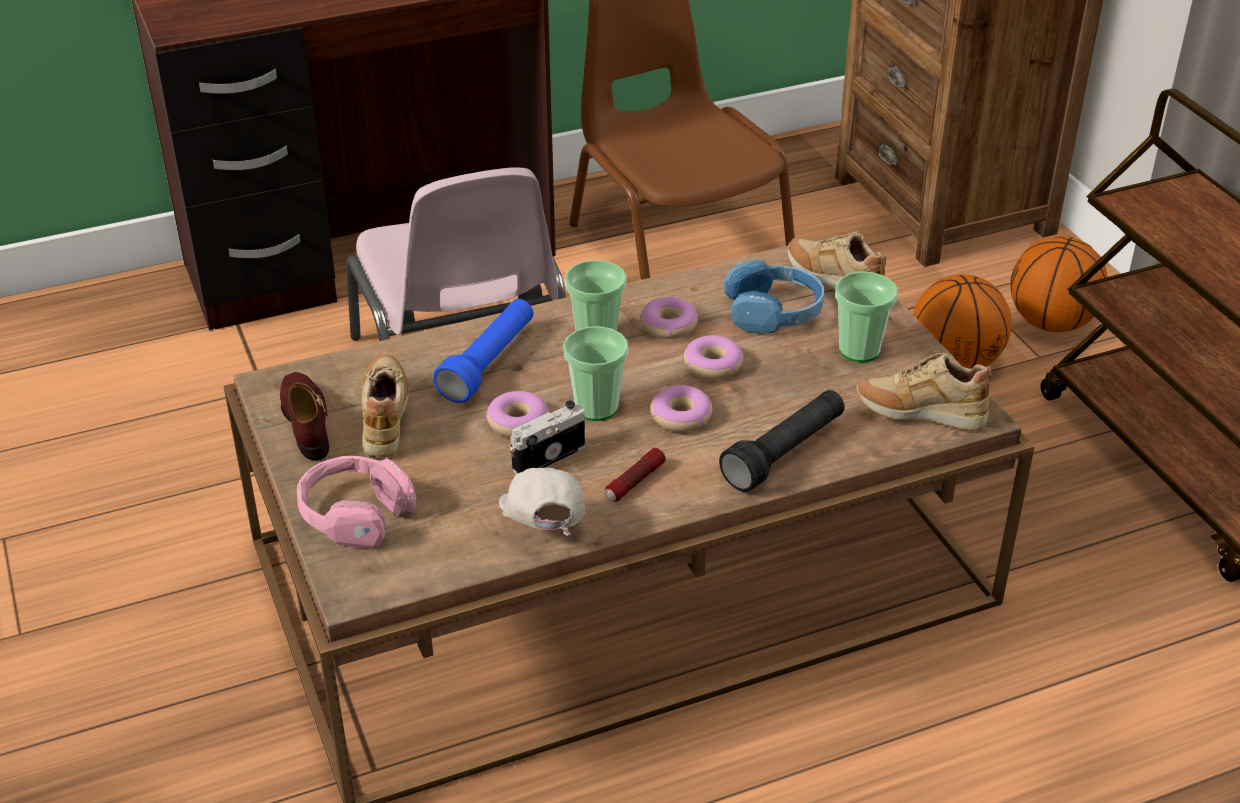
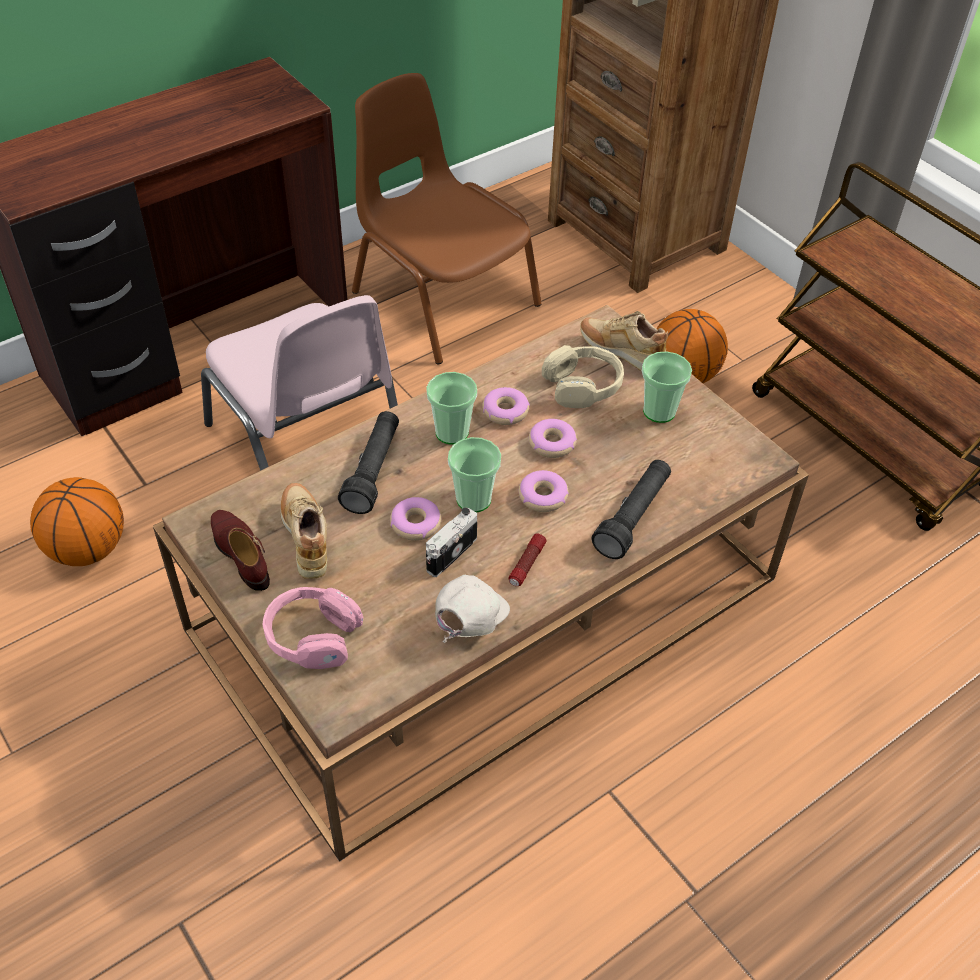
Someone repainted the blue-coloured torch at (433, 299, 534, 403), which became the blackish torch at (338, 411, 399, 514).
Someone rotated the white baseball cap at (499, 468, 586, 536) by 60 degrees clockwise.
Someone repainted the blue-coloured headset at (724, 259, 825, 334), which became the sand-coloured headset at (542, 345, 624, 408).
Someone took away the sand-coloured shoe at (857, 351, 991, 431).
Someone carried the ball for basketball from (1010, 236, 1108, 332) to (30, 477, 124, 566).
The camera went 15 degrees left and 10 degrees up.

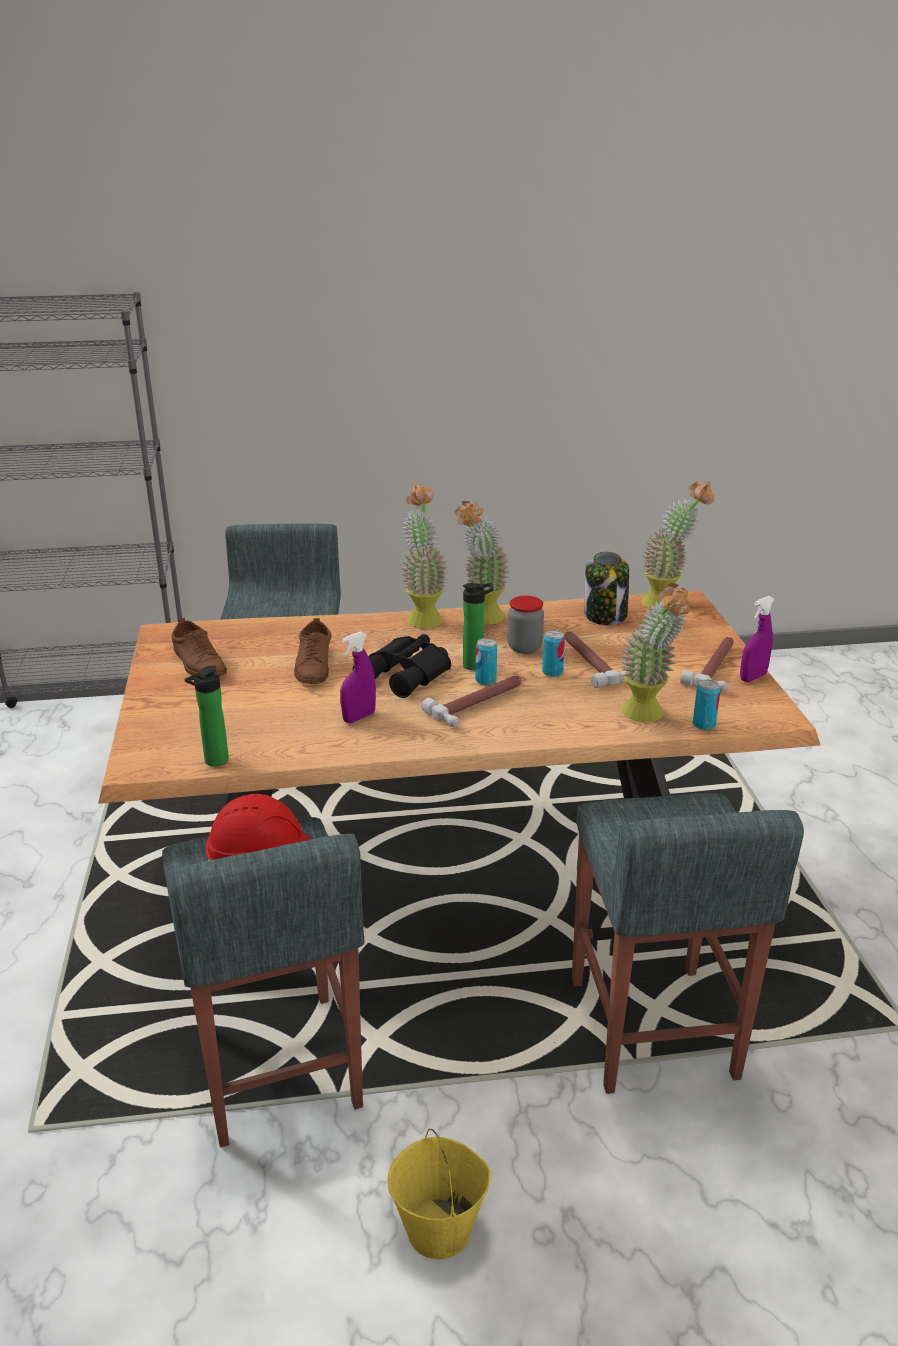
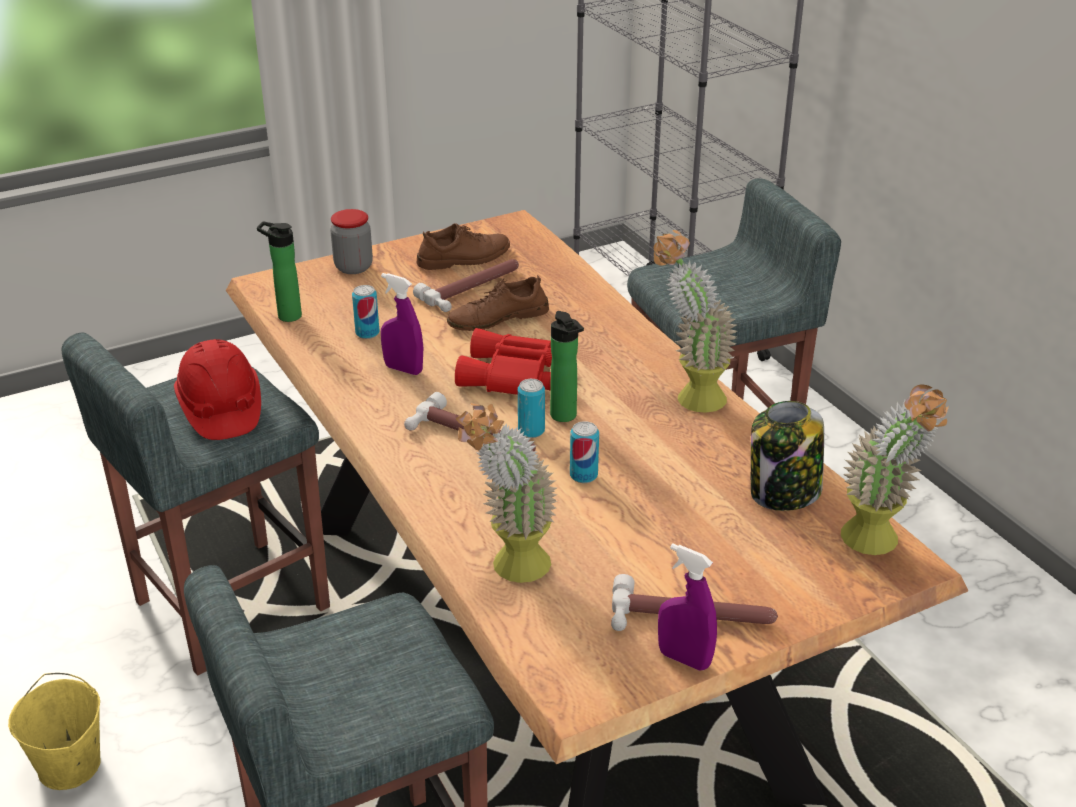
Someone rotated the brownish shoe at (172, 618, 227, 677) by 150 degrees counterclockwise.
Someone repainted the blackish pair of binoculars at (353, 634, 451, 698), which became the red-coloured pair of binoculars at (455, 328, 552, 395).
Someone took away the potted plant at (401, 484, 448, 628).
Someone carried the preserve jar from (507, 596, 544, 654) to (330, 209, 373, 274).
Someone carried the tool hammer from (564, 631, 626, 688) to (413, 259, 519, 312).
Someone carried the sealed can from (693, 680, 721, 730) to (352, 285, 380, 339).
The camera went 70 degrees right and 5 degrees up.

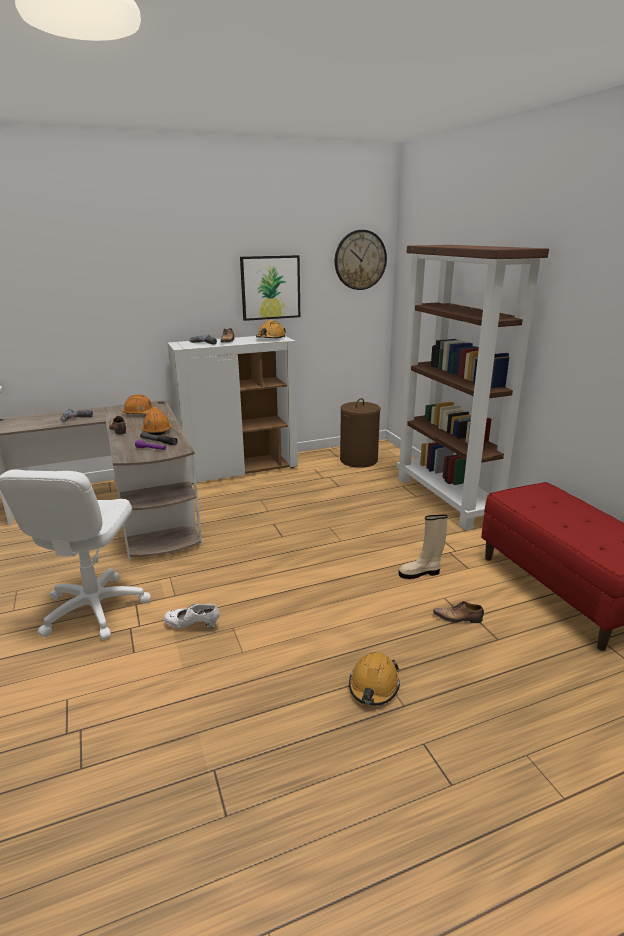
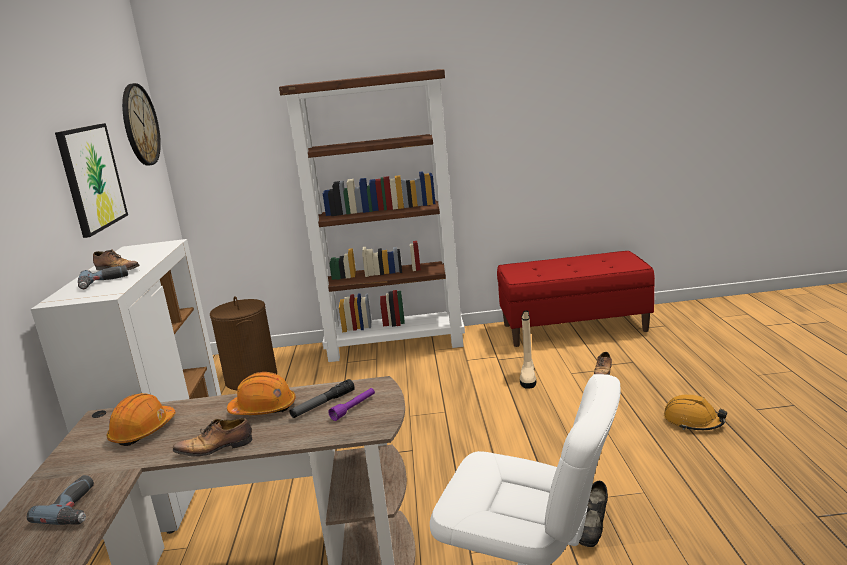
Someone repainted the white shoe at (164, 604, 220, 628), which became the blackish shoe at (579, 481, 608, 547).
Someone took away the orange-coloured safety helmet at (256, 320, 286, 338).
The camera went 70 degrees left and 5 degrees down.

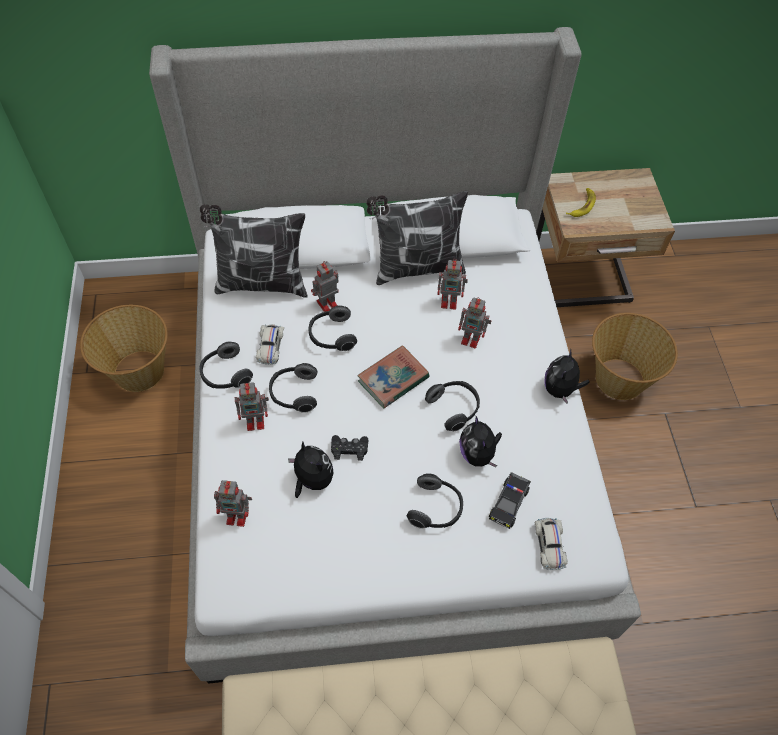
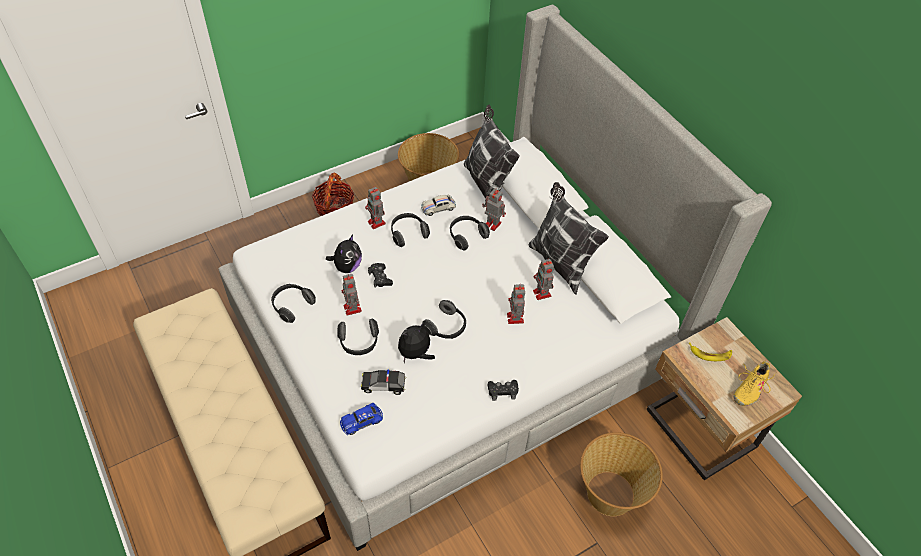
Someone carried the headset from (200, 342, 253, 389) to (271, 284, 316, 323).
Someone carried the model robot from (214, 480, 252, 527) to (342, 274, 362, 316).
Someone took away the book at (357, 345, 429, 408).
Someone repainted the white miniature car at (535, 518, 568, 570), which became the blue-coloured miniature car at (340, 403, 383, 435).
Someone swapped the plush toy at (544, 349, 590, 404) for the blackish game controller at (488, 380, 519, 401).
Someone put down the storage basket at (312, 173, 354, 216).
Someone put down the yellowish shoe at (734, 361, 776, 406).
The camera went 65 degrees right and 5 degrees down.

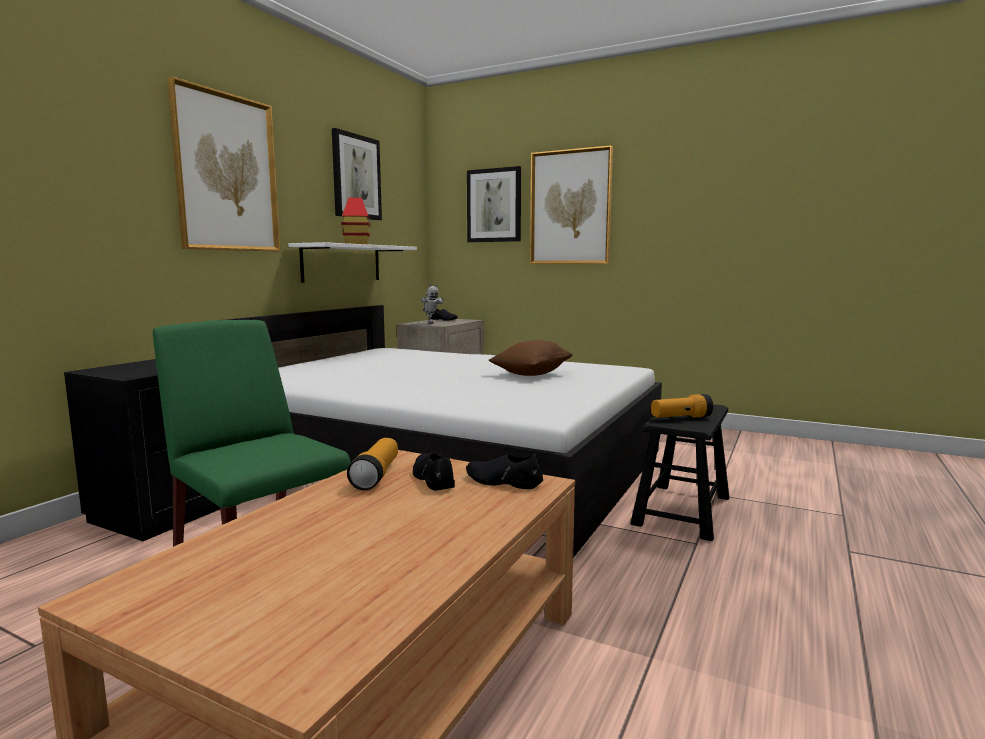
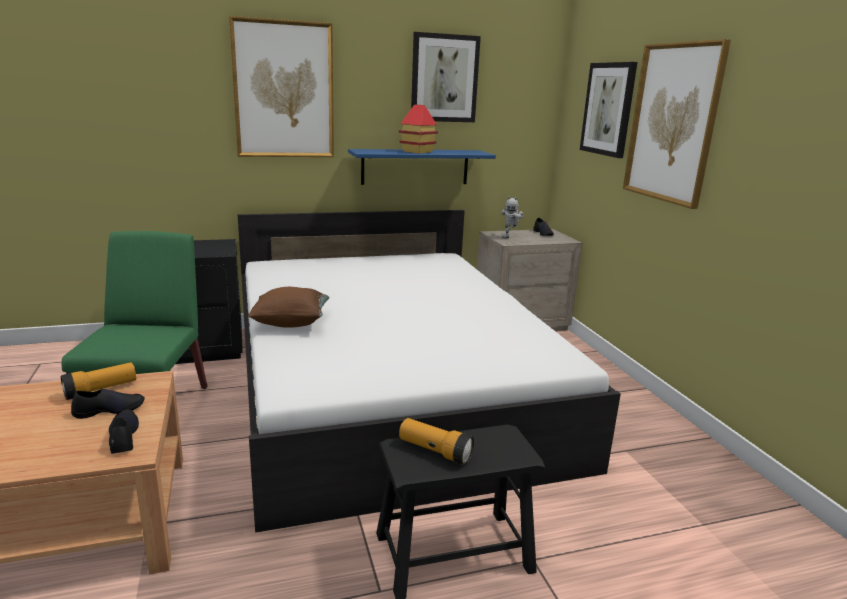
Someone repainted the white shelf at (288, 242, 417, 283), which became the blue-coloured shelf at (348, 149, 496, 185).
Someone rotated the blackish shoe at (413, 452, 455, 491) by 45 degrees clockwise.
Someone carried the brownish throw pillow from (489, 340, 573, 376) to (248, 287, 329, 328).
The camera went 45 degrees right and 10 degrees up.

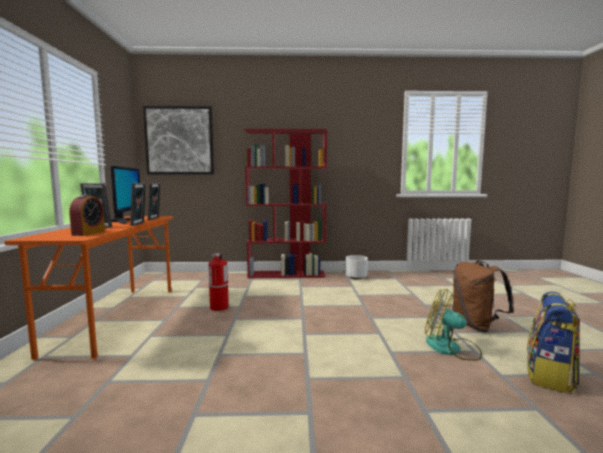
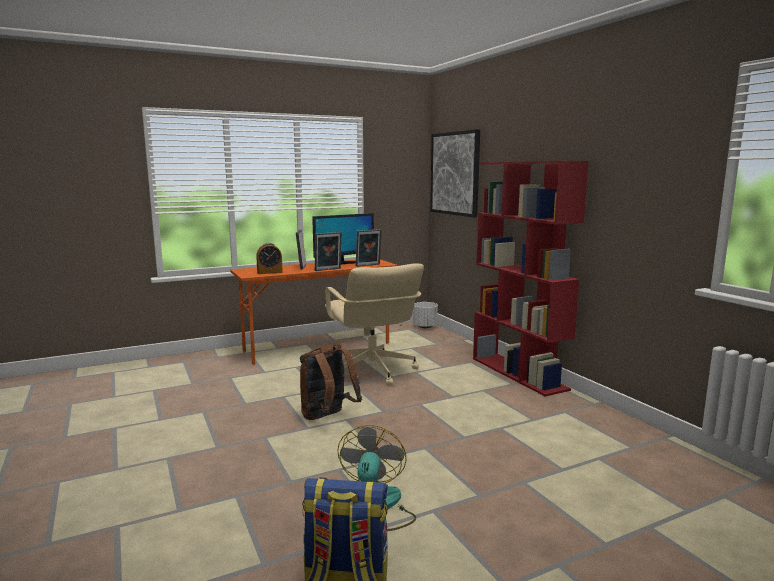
Someone swapped the fire extinguisher at (208, 253, 229, 311) for the sand-coloured office chair at (325, 263, 424, 385).
Someone carried the white plant pot from (345, 255, 368, 279) to (413, 302, 438, 328).
Someone carried the brownish knapsack from (452, 261, 514, 332) to (300, 344, 362, 420).
The camera went 65 degrees right and 5 degrees up.

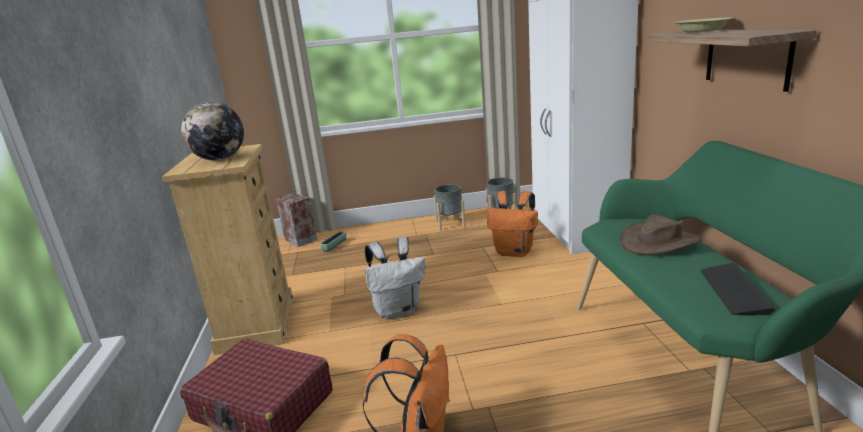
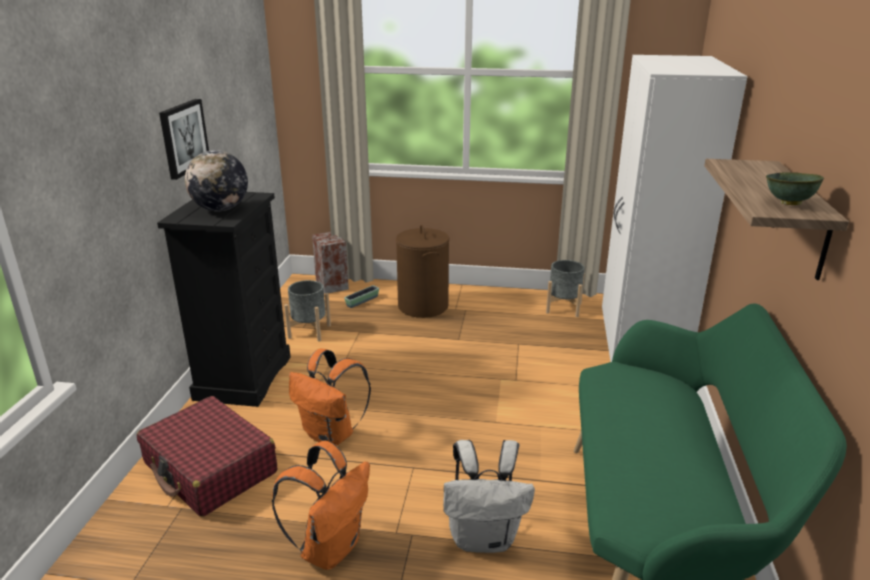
Someone repainted the sand-coloured drawer chest at (162, 144, 293, 355), which became the blackish drawer chest at (157, 192, 291, 407).
Someone carried the white knapsack from (365, 237, 425, 320) to (443, 440, 535, 553).
Someone carried the grey plant pot from (434, 184, 466, 231) to (284, 280, 331, 342).
Someone carried the orange-coloured knapsack from (487, 191, 538, 257) to (289, 349, 371, 446).
Someone took away the brownish clothing hat at (620, 215, 700, 255).
Someone took away the yellowish deep dish at (673, 17, 734, 32).
Someone took away the PC keyboard at (701, 263, 776, 315).
Someone put up the wall art at (159, 99, 209, 180).
Someone put down the brownish hamper at (396, 225, 449, 318).
Someone put down the greenish deep dish at (766, 172, 824, 205).
The camera went 15 degrees right and 5 degrees up.

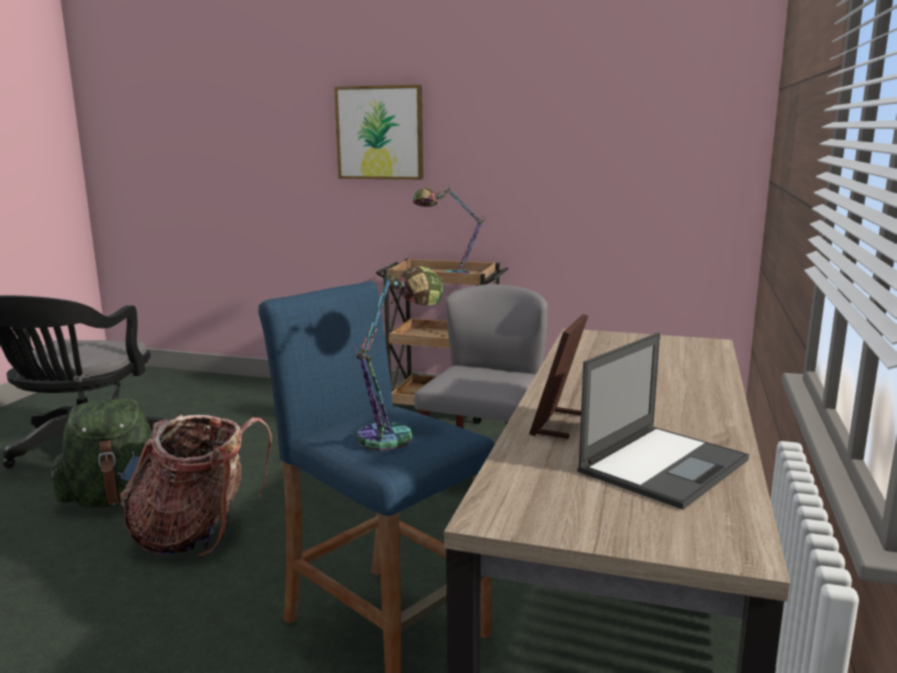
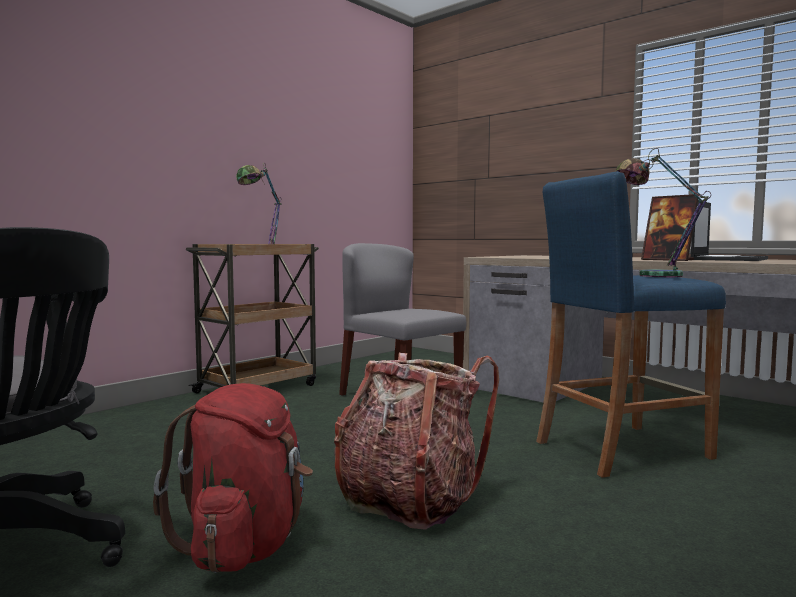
Someone repainted the greenish knapsack at (51, 398, 152, 508), which became the red-coloured knapsack at (153, 383, 313, 573).
Someone took away the wall art at (334, 85, 423, 180).
Someone rotated the portable computer at (577, 332, 749, 510) by 60 degrees clockwise.
The camera went 65 degrees left and 10 degrees down.

